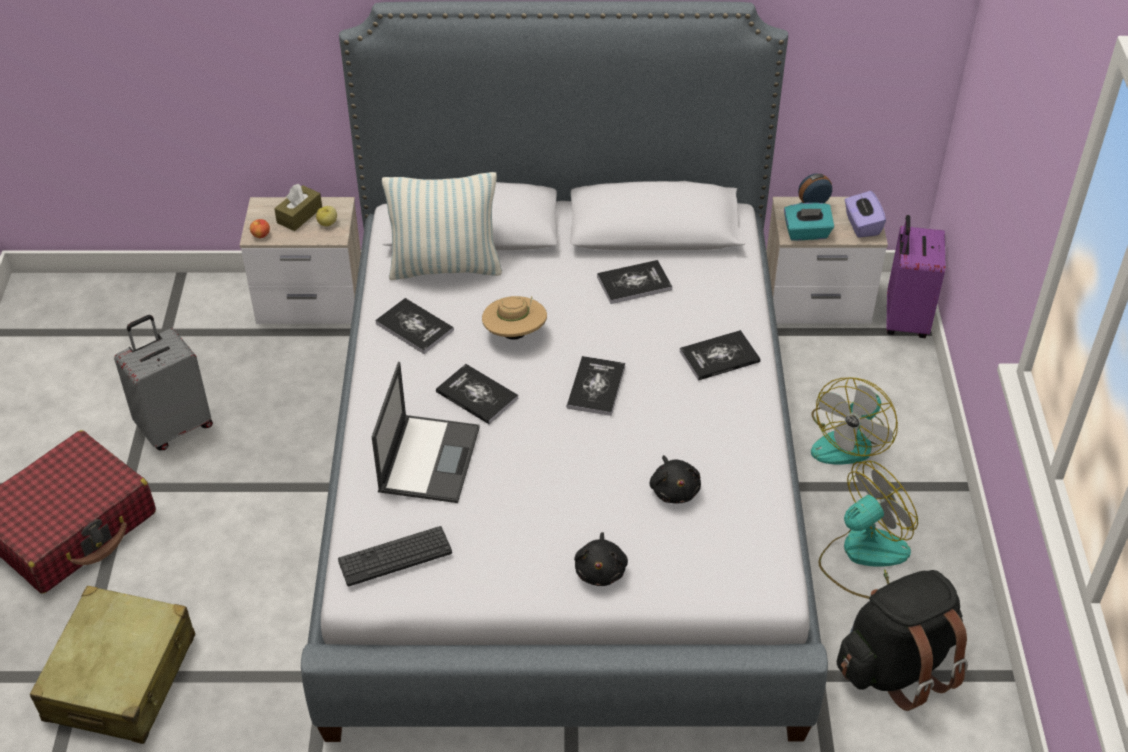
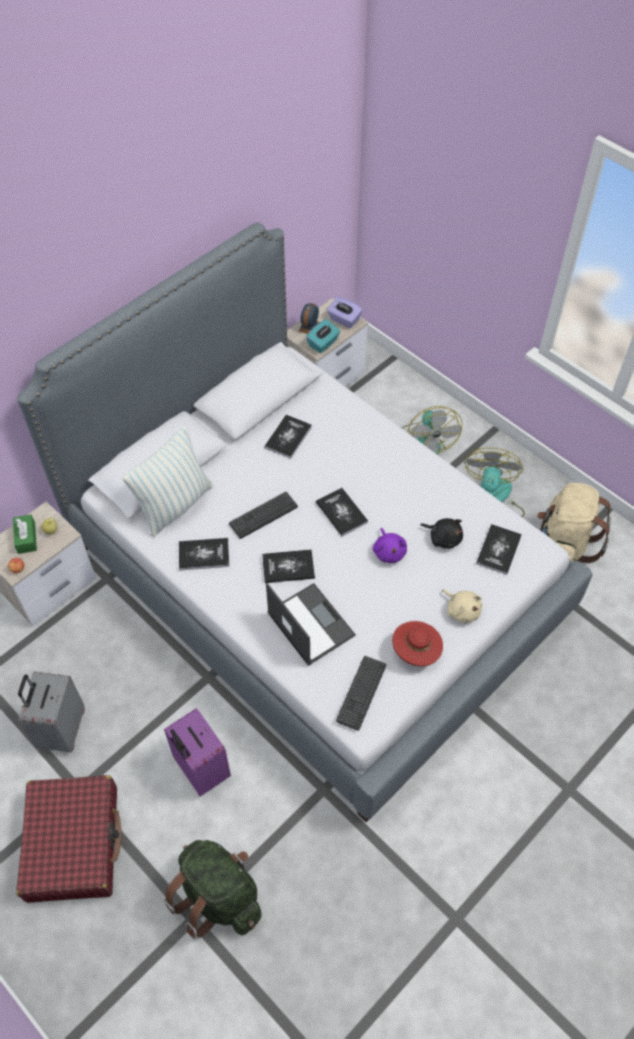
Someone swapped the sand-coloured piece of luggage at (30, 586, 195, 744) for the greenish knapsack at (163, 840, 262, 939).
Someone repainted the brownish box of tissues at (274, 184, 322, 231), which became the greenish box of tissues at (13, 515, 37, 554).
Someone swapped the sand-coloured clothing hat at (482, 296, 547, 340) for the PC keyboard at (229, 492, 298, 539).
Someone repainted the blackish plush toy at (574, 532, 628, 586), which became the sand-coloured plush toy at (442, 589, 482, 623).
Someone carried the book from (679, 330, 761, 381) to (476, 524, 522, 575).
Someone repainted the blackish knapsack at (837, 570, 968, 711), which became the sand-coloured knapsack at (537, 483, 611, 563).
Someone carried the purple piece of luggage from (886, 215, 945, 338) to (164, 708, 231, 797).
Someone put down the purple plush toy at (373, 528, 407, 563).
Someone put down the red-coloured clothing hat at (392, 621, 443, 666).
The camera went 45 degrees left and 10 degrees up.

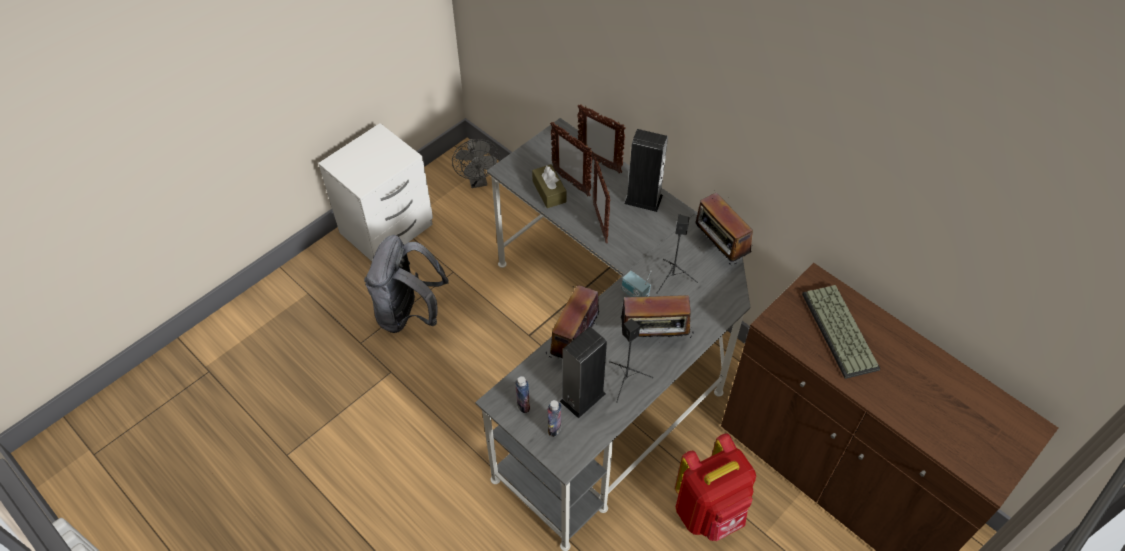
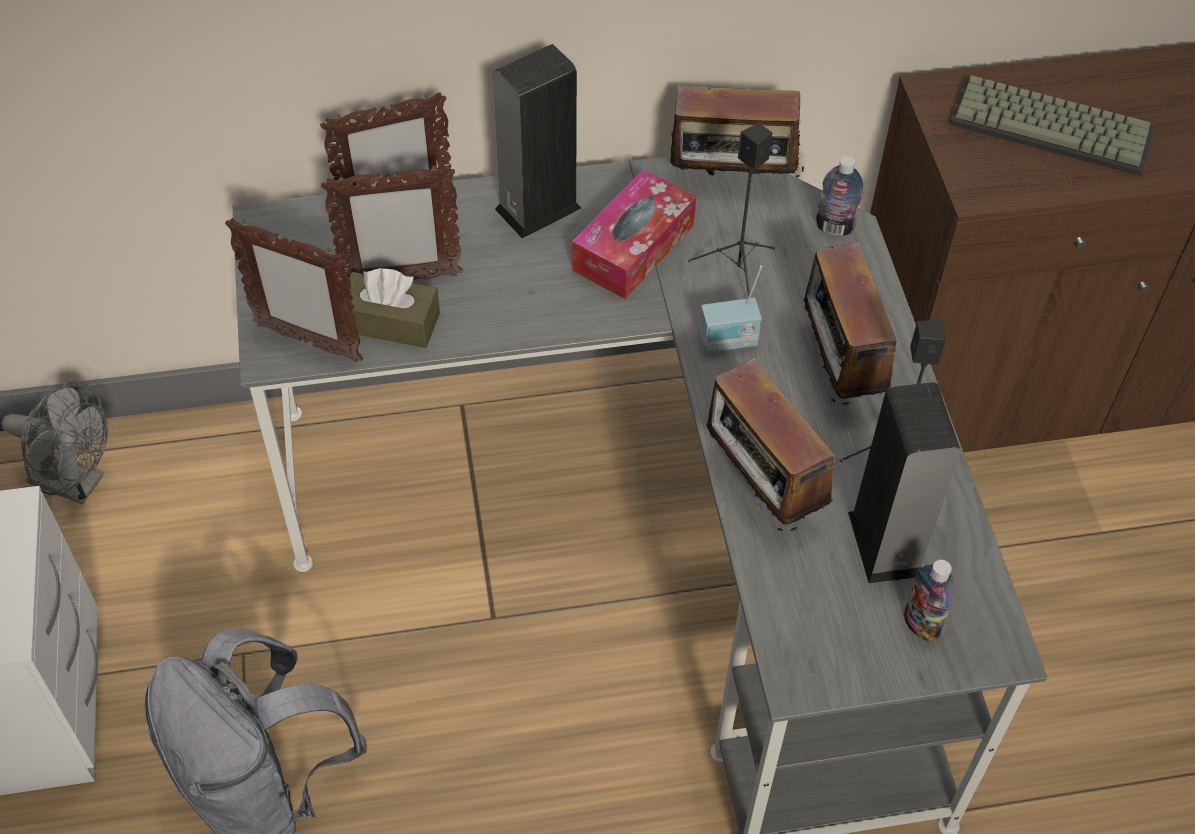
Someone carried the beverage bottle from (515, 376, 530, 413) to (816, 156, 863, 236).
Someone carried the standing frame from (593, 157, 611, 243) to (225, 218, 363, 362).
Someone rotated the radio set at (621, 295, 693, 349) by 135 degrees clockwise.
Someone took away the red-coloured knapsack at (675, 433, 756, 541).
Someone put down the box of tissues at (572, 169, 696, 299).
The camera went 55 degrees left and 0 degrees up.

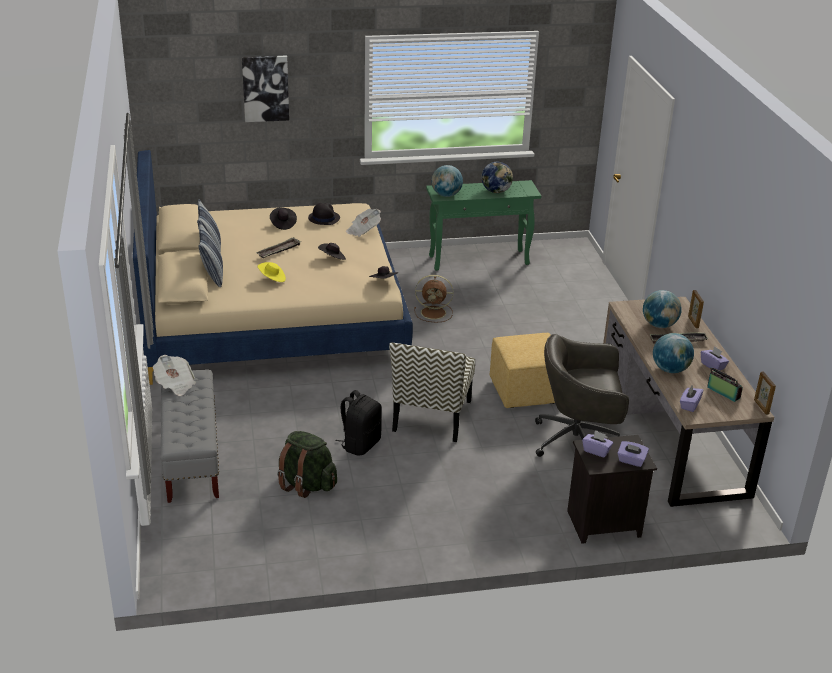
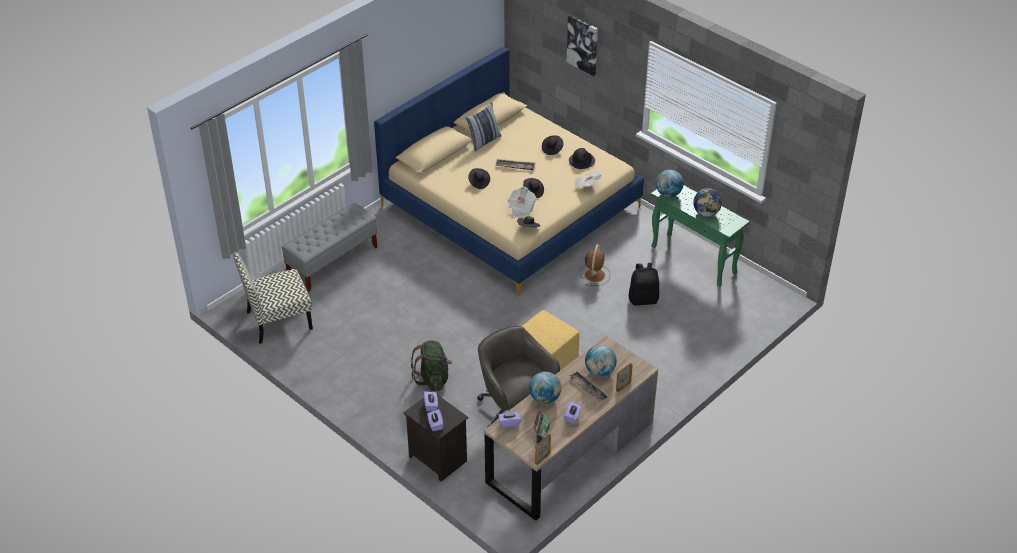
Someone carried the daily paper from (153, 355, 196, 396) to (508, 187, 536, 218).
Someone took away the throw pillow at (198, 223, 223, 287).
Someone repainted the yellowish clothing hat at (258, 262, 286, 282), which became the blackish clothing hat at (468, 168, 490, 189).
Someone carried the greenish knapsack from (277, 431, 337, 498) to (411, 341, 452, 391).
Someone carried the blackish knapsack from (336, 390, 381, 455) to (629, 263, 659, 305).
Someone carried the upright chair from (389, 343, 475, 442) to (233, 252, 313, 344).
Someone rotated the brownish electric fan at (414, 275, 453, 323) by 135 degrees counterclockwise.
The camera went 55 degrees right and 10 degrees up.

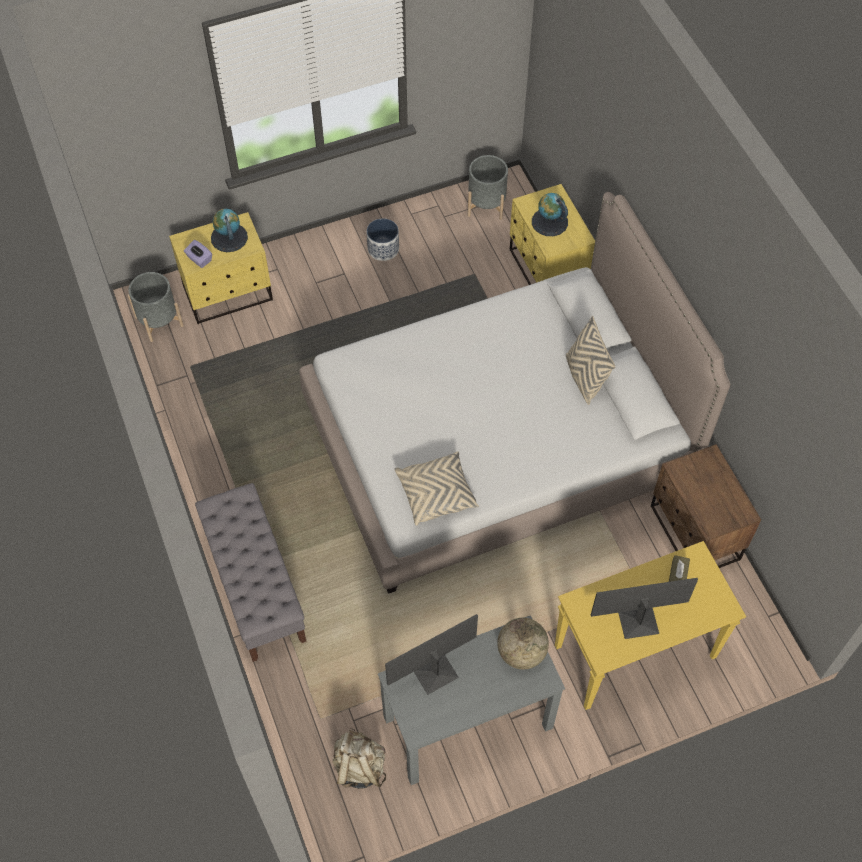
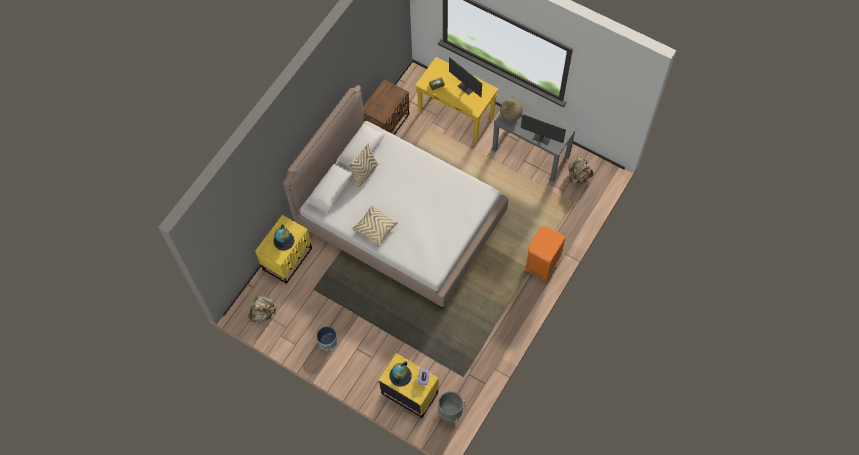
Someone swapped the grey long seat at (195, 483, 306, 662) for the orange-coloured bedside table at (525, 226, 566, 281).
Someone carried the sand-coloured throw pillow from (394, 451, 479, 526) to (352, 205, 398, 248).
Someone swapped the grey plant pot at (468, 155, 508, 220) for the sand-coloured knapsack at (249, 295, 277, 322).
The camera went 125 degrees left and 5 degrees up.

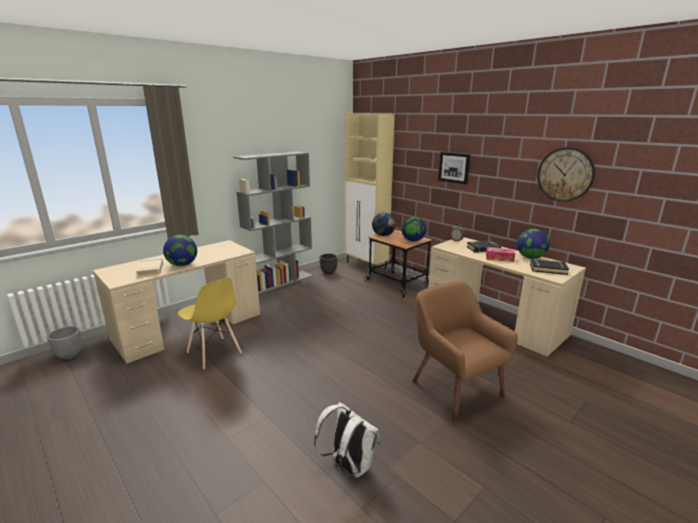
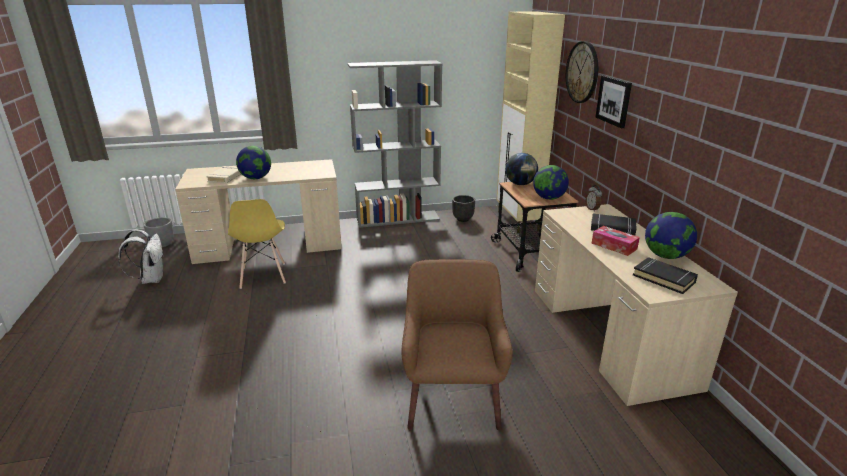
Someone carried the white knapsack from (314, 402, 380, 478) to (118, 229, 163, 284).
Someone carried the clock on the wall from (537, 147, 595, 202) to (566, 41, 598, 103).
The camera went 30 degrees right and 5 degrees up.

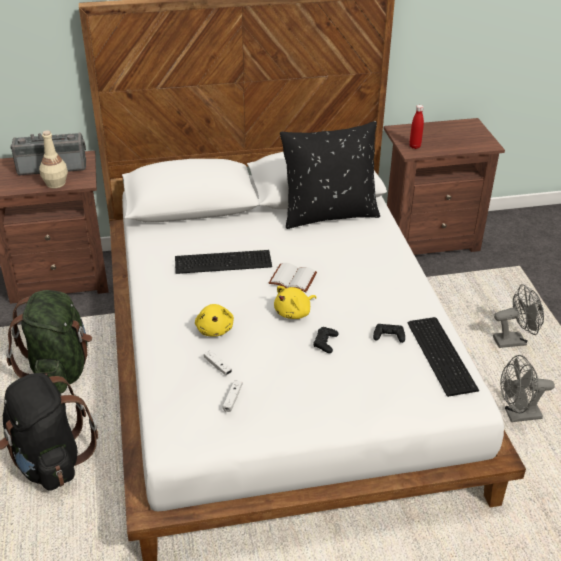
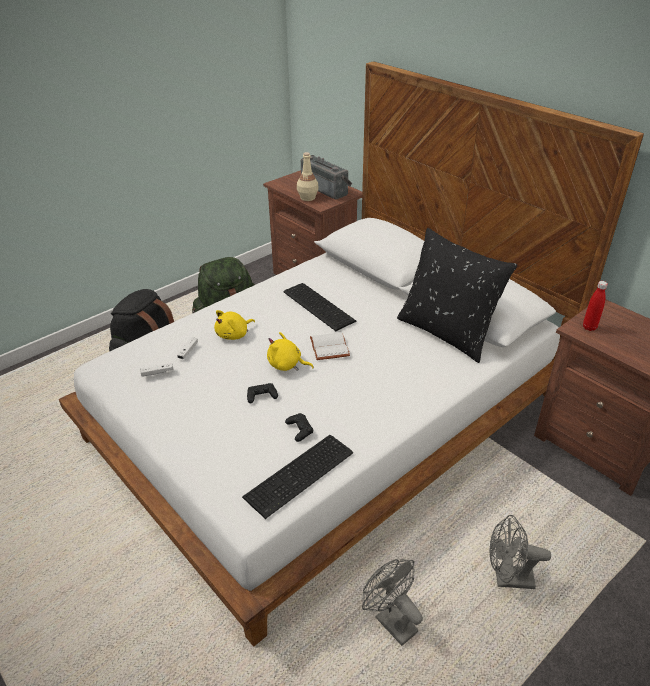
Someone rotated the grey electric fan at (493, 284, 544, 348) by 135 degrees clockwise.
The camera went 60 degrees right and 0 degrees up.

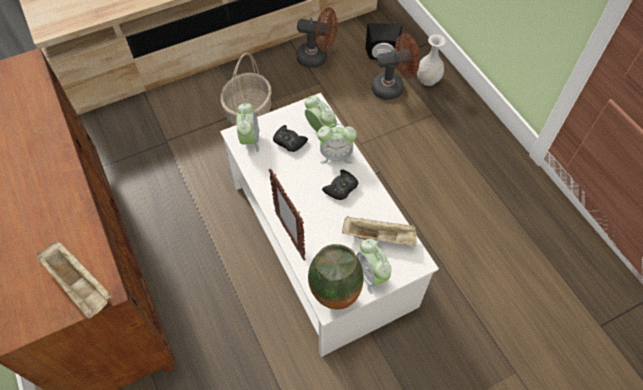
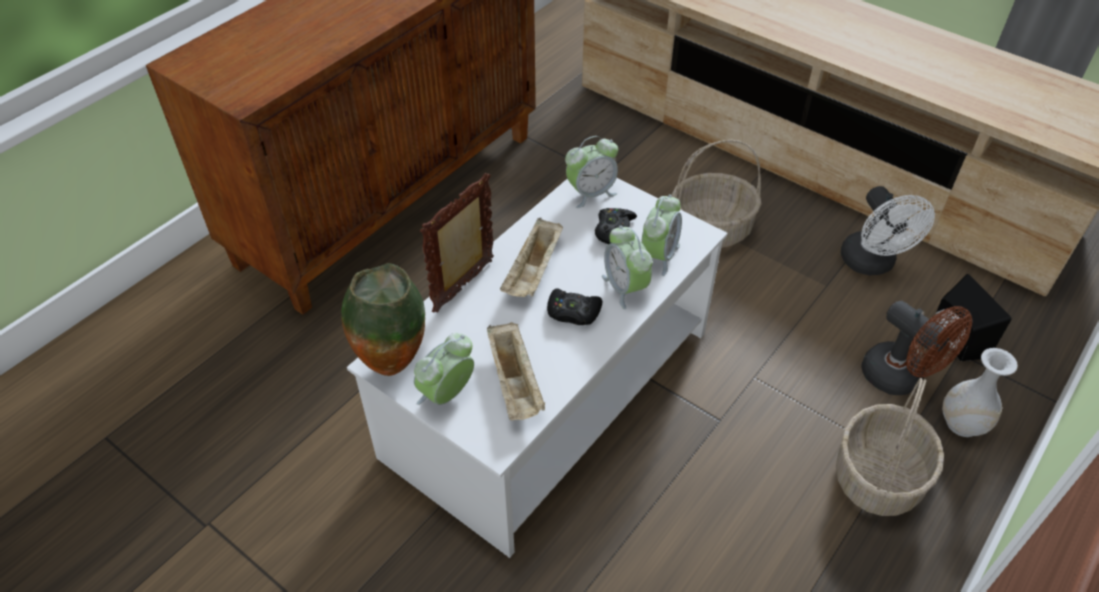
Someone carried the sand-coloured carrying tray from (37, 241, 112, 318) to (500, 218, 563, 297).
Someone repainted the brownish electric fan at (296, 7, 337, 68), which became the white electric fan at (841, 186, 935, 275).
Someone put down the storage basket at (836, 378, 944, 516).
The camera went 65 degrees right and 10 degrees down.

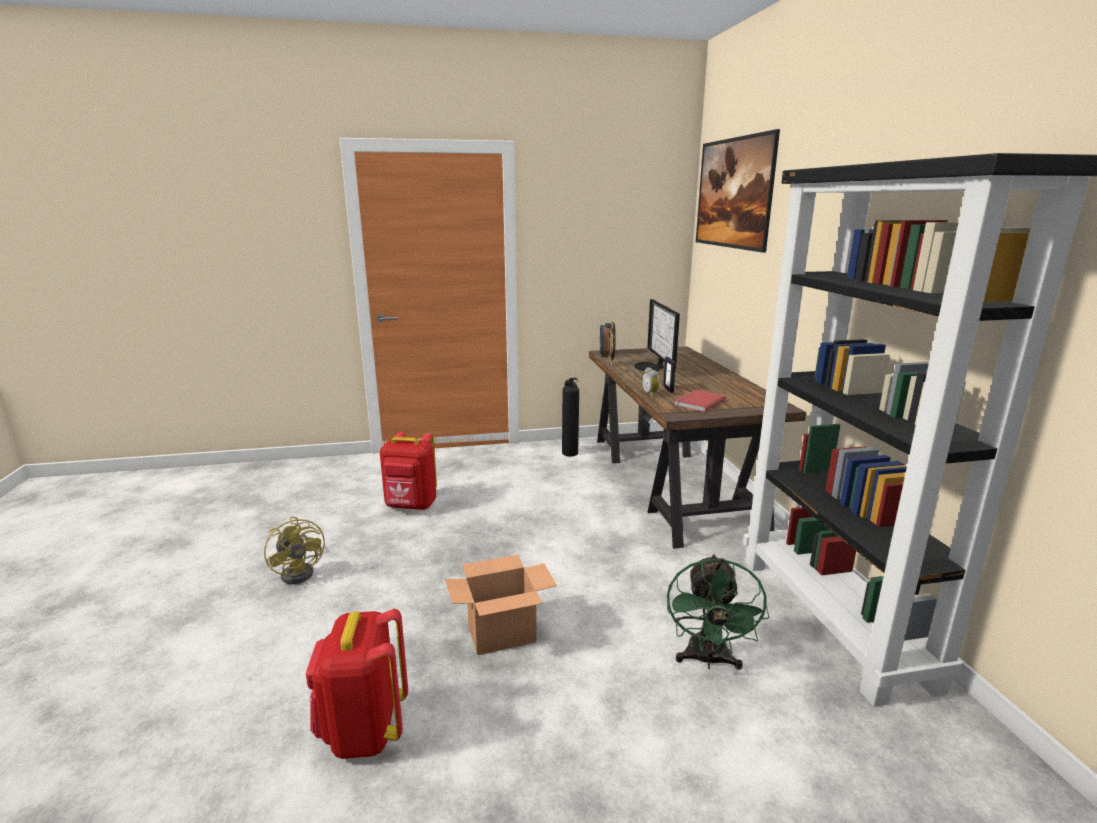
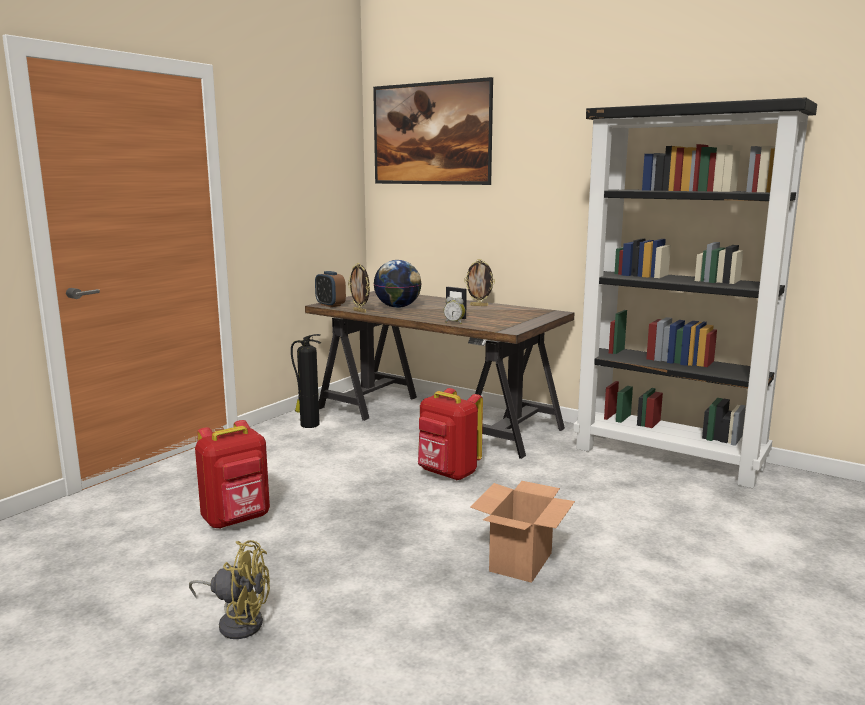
Someone carried the red-coloured knapsack from (305, 609, 408, 759) to (418, 388, 483, 480).
Someone swapped the monitor at (634, 299, 680, 371) for the globe at (374, 260, 421, 308).
Someone took away the greenish electric fan at (667, 554, 769, 670).
Someone took away the red-coloured book at (674, 390, 726, 412).
Someone put down the standing frame at (464, 259, 495, 306).
The camera went 45 degrees left and 5 degrees down.

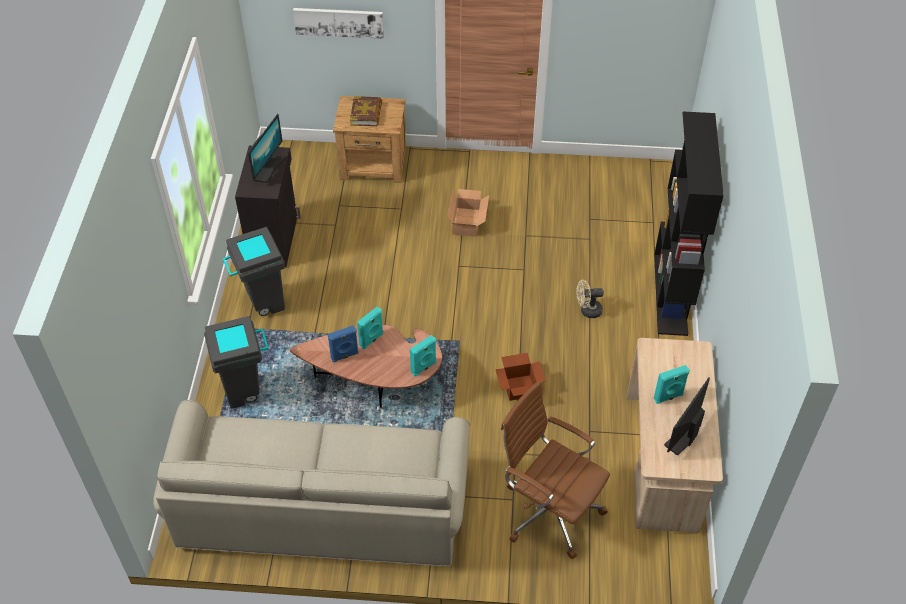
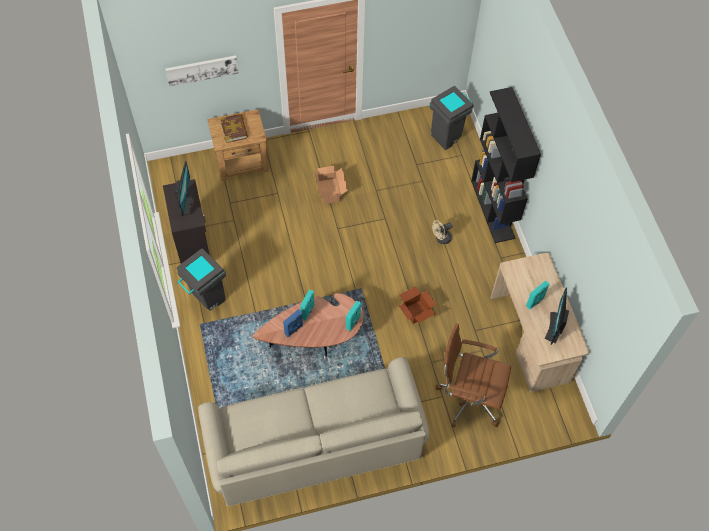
Someone carried the grey trash can from (204, 316, 269, 409) to (429, 86, 473, 150).
The camera went 20 degrees left and 10 degrees up.

